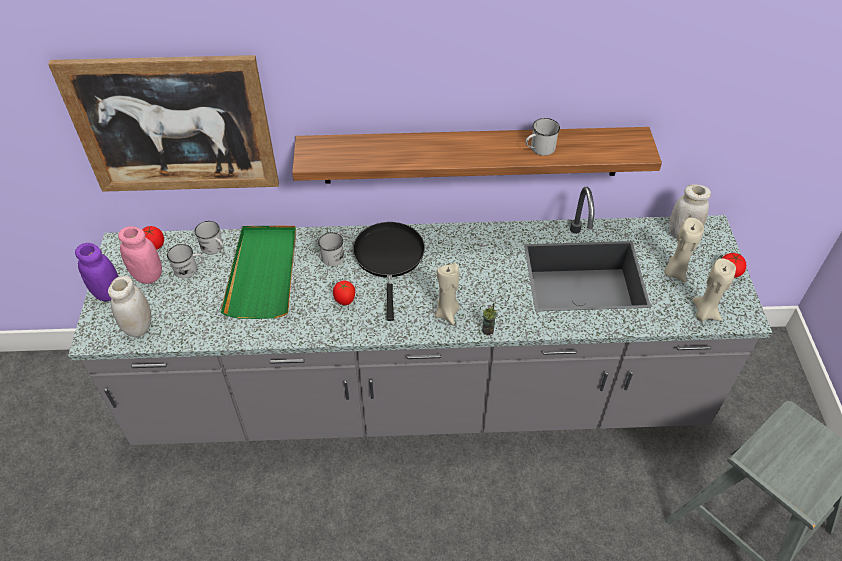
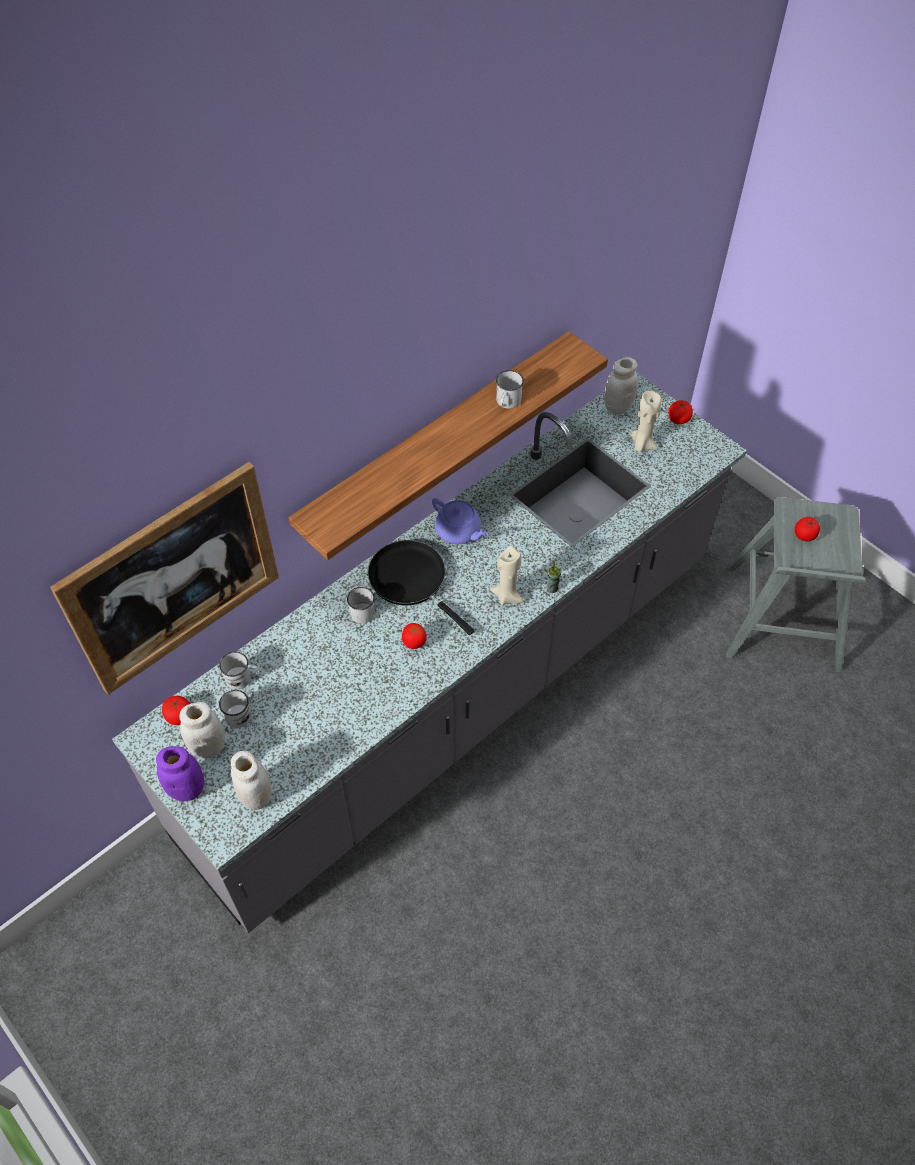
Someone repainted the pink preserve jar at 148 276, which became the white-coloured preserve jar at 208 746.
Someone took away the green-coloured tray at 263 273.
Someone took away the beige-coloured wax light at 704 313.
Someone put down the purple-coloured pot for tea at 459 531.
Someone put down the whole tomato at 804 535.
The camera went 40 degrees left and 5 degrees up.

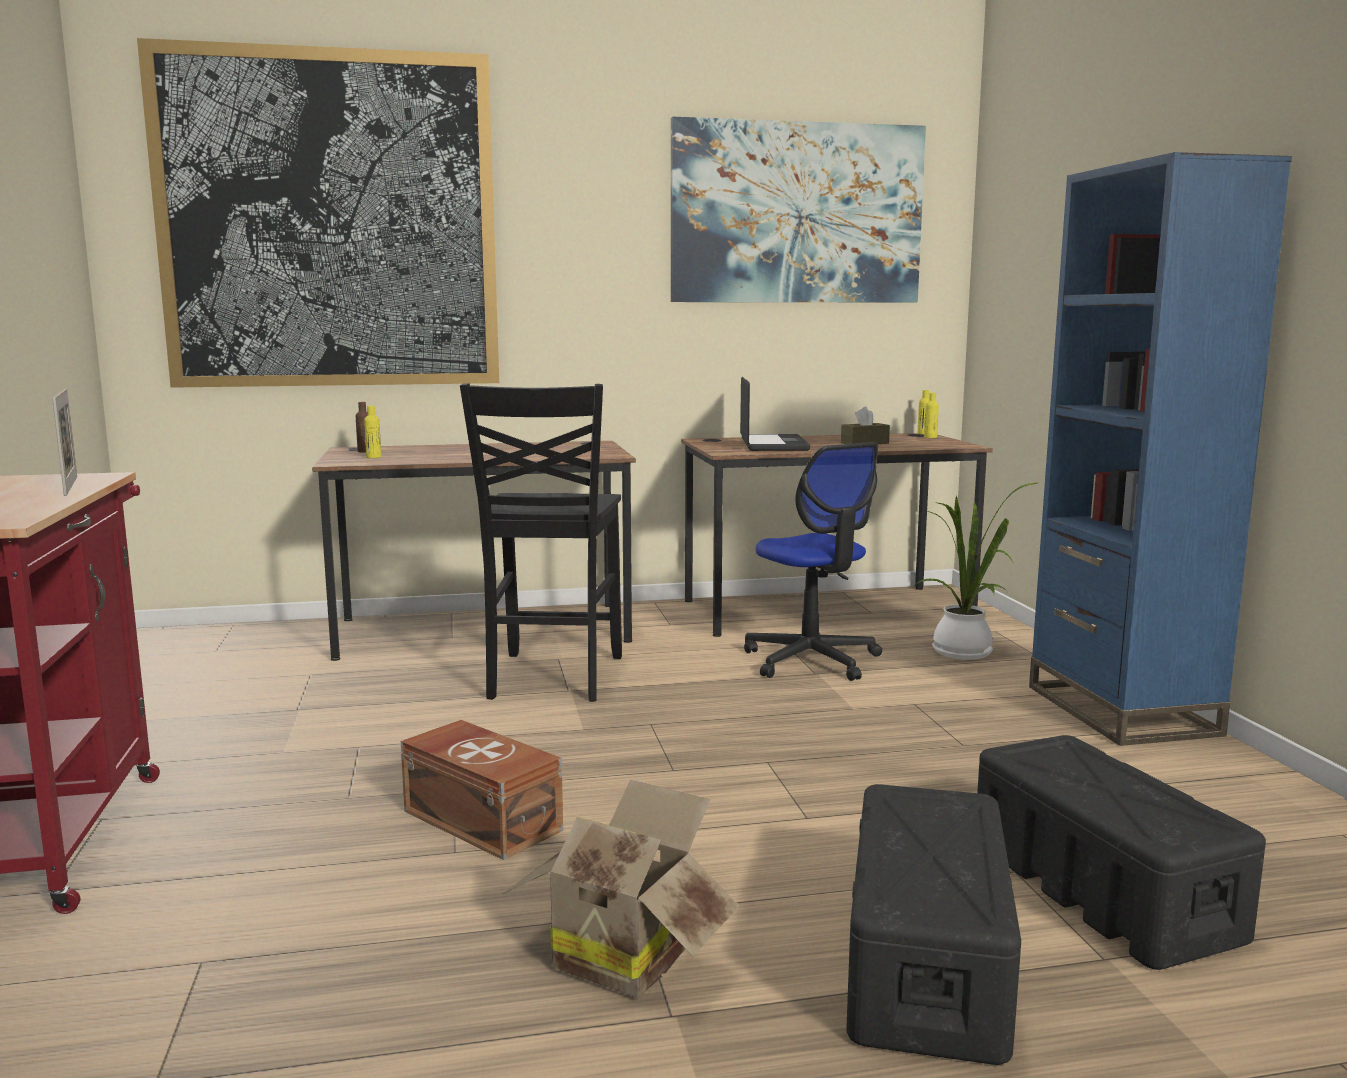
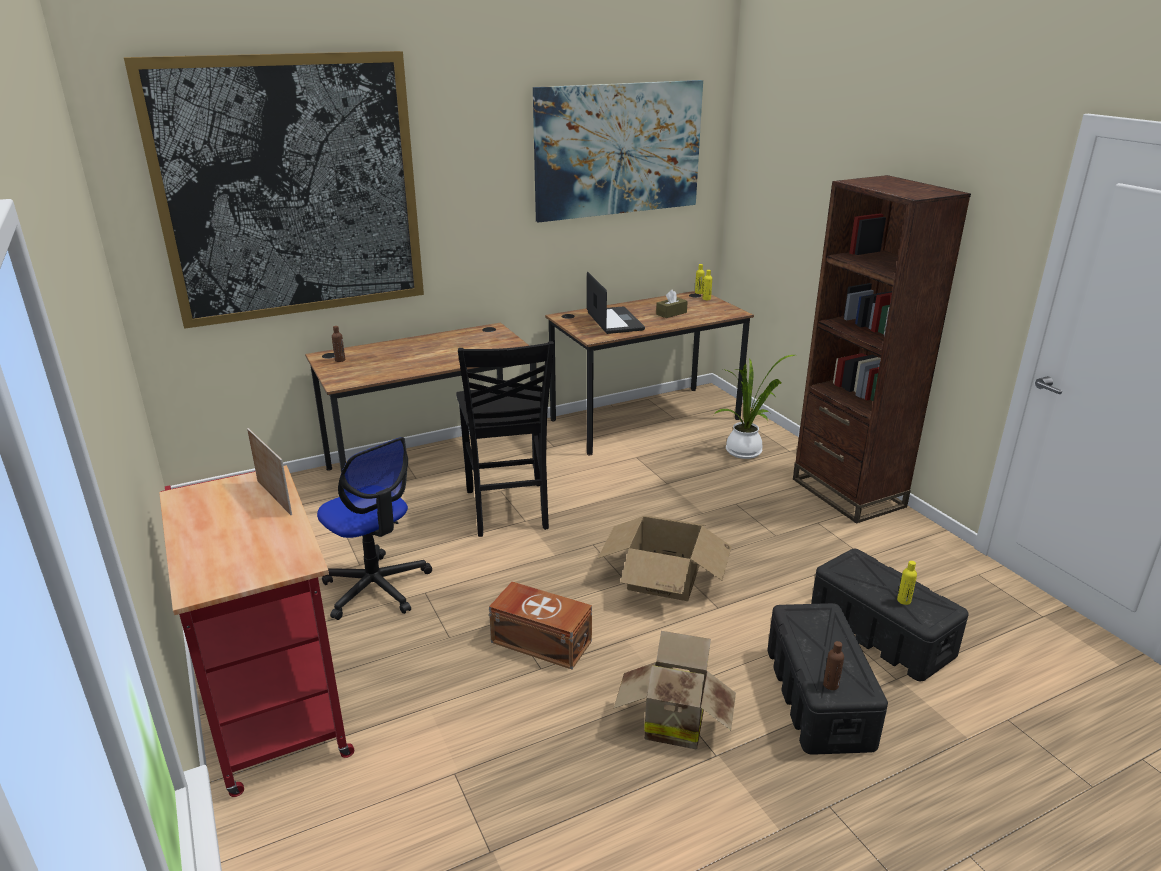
Someone carried the yellowish drink bottle from 373 457 to 904 600.
Someone carried the office chair from 812 660 to 376 587.
Someone repainted the bluish bookshelf at 1121 710, which became the brown-coloured bookshelf at 847 493.
Someone put down the packing box at 664 577.
Someone put down the brown-coloured drink bottle at 830 685.
The camera went 15 degrees left and 15 degrees up.

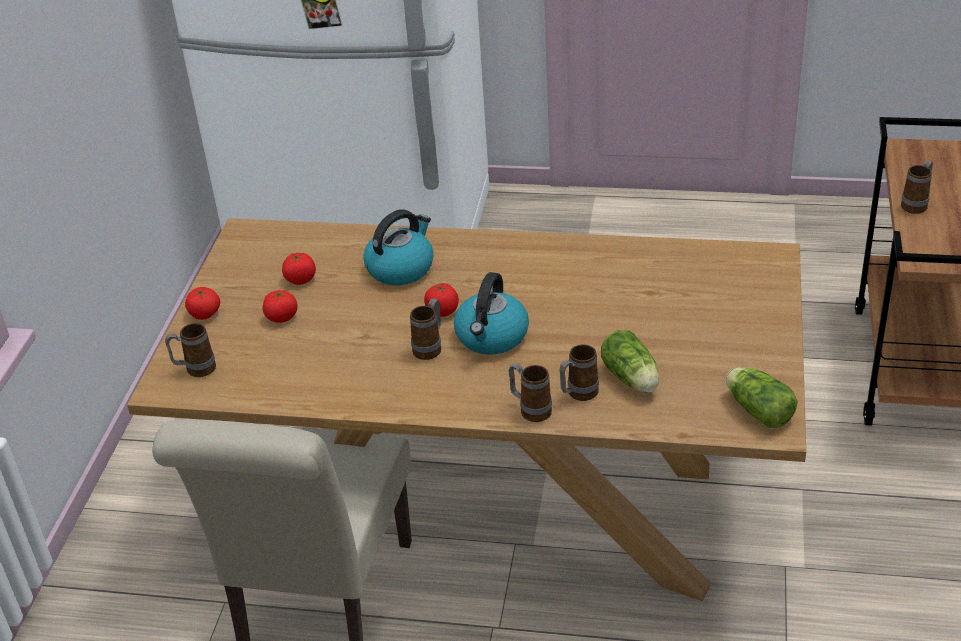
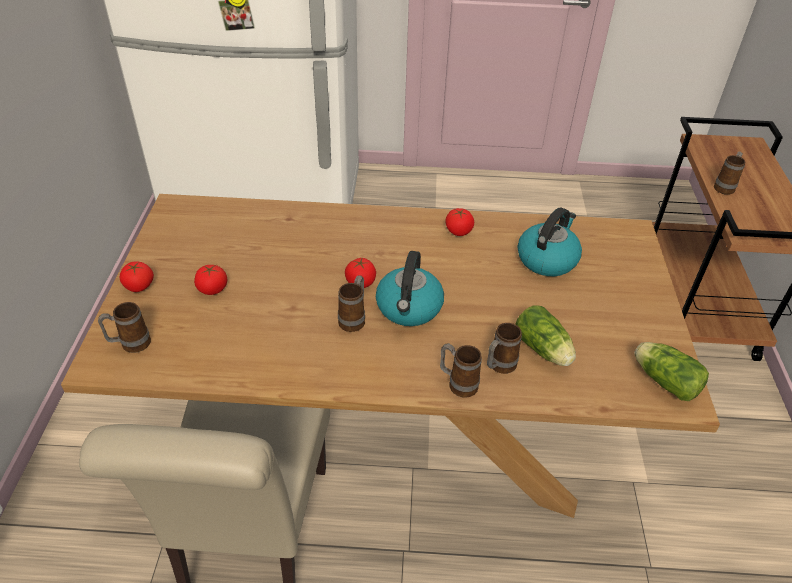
Someone carried the whole tomato from 300 279 to 458 231.
Someone carried the tea kettle from 401 268 to 547 259.
The camera went 10 degrees left and 5 degrees up.

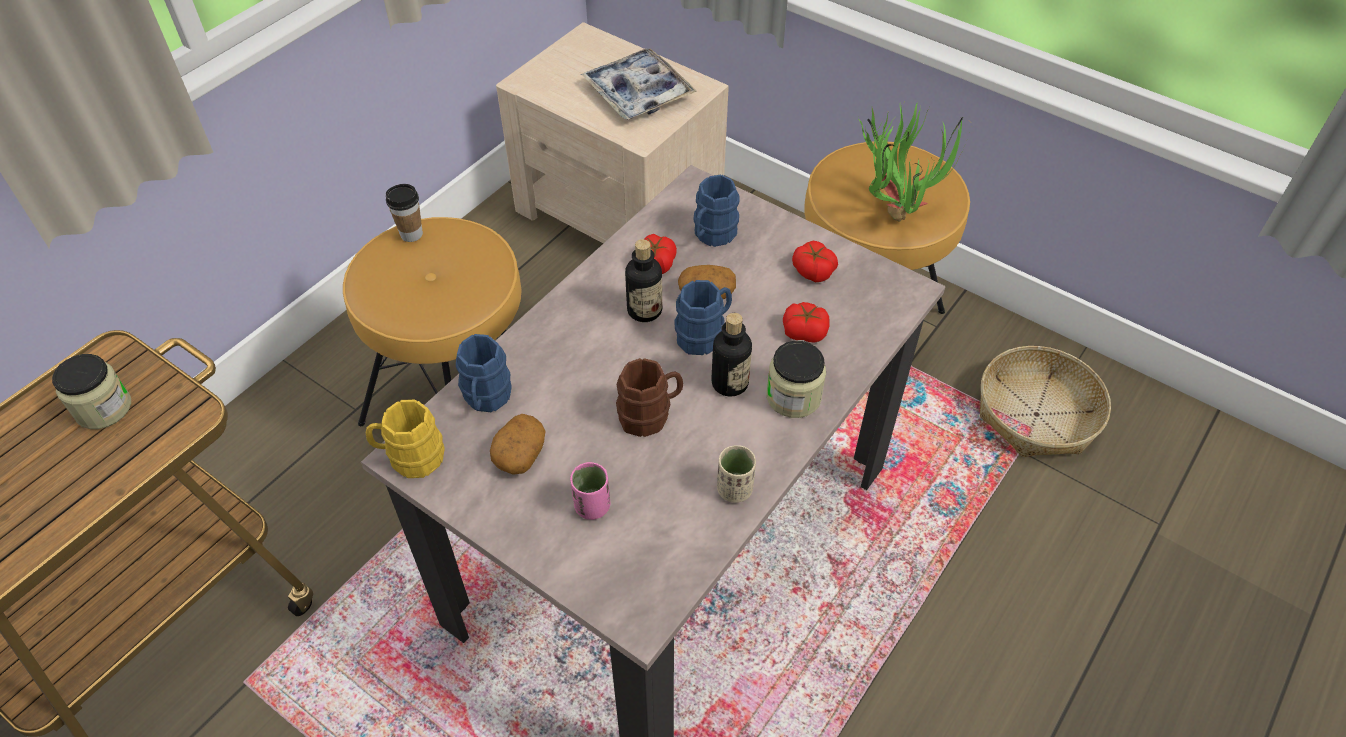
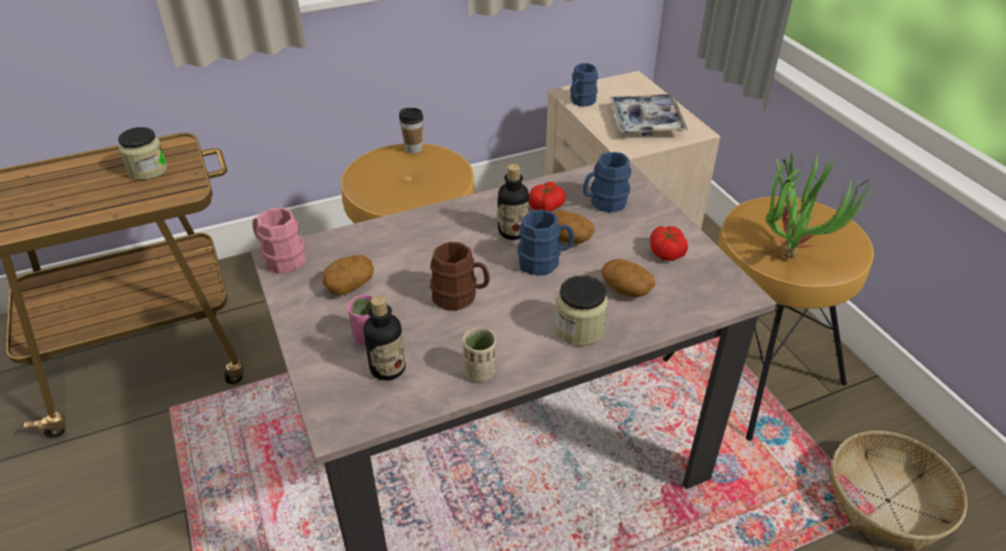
Someone repainted the yellowish mug at 410 457, which became the pink mug at 280 259.
Someone carried the bluish mug from 486 398 to 581 101.
Someone carried the drink bottle from 730 383 to 388 368.
Someone swapped the whole tomato at 804 331 for the spud at 625 289.
The camera went 30 degrees right and 10 degrees down.

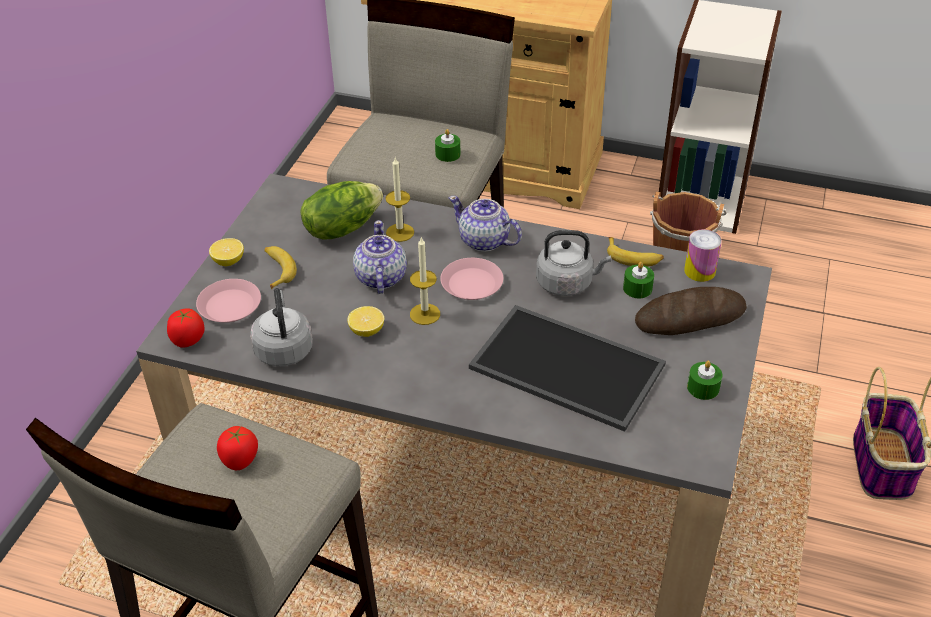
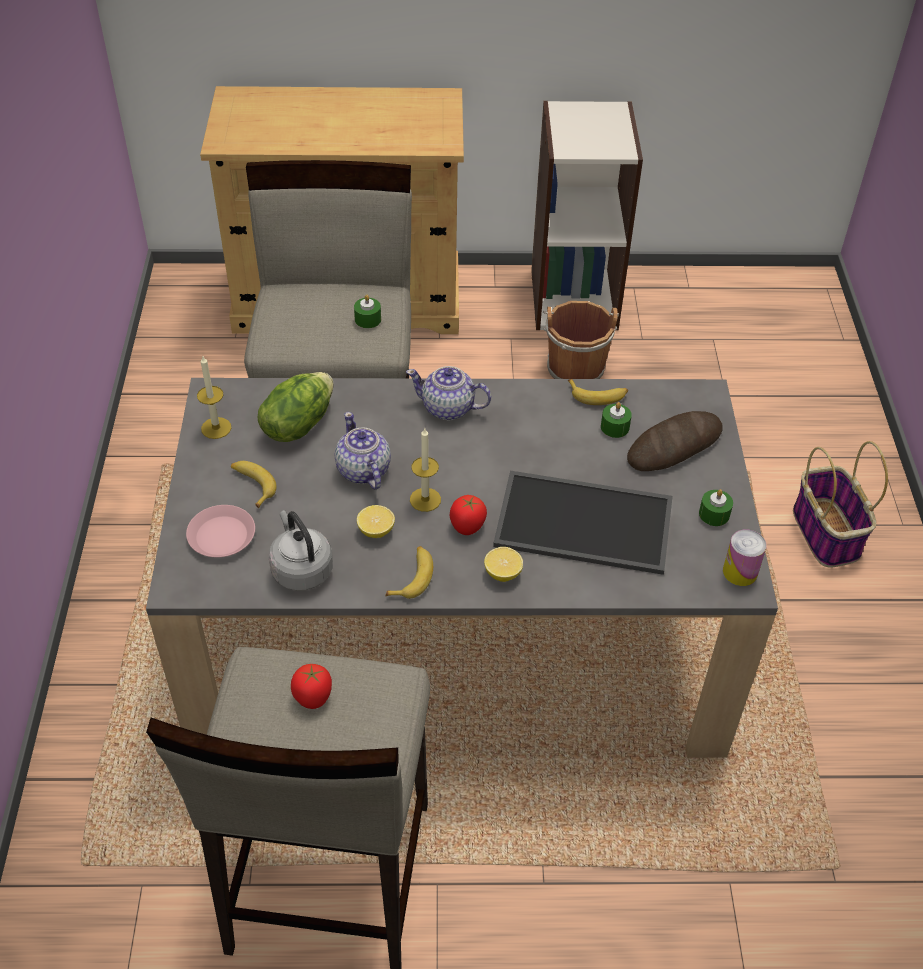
Someone carried the whole tomato from 188 340 to 467 526.
Someone carried the lemon from 228 261 to 502 573.
Someone carried the wax light from 400 232 to 216 428.
Someone took away the pink plate at 471 284.
Someone took away the greyish tea kettle at 567 283.
Someone carried the can from 699 271 to 740 572.
Someone put down the whole banana at 412 577.
The camera went 20 degrees left and 5 degrees up.

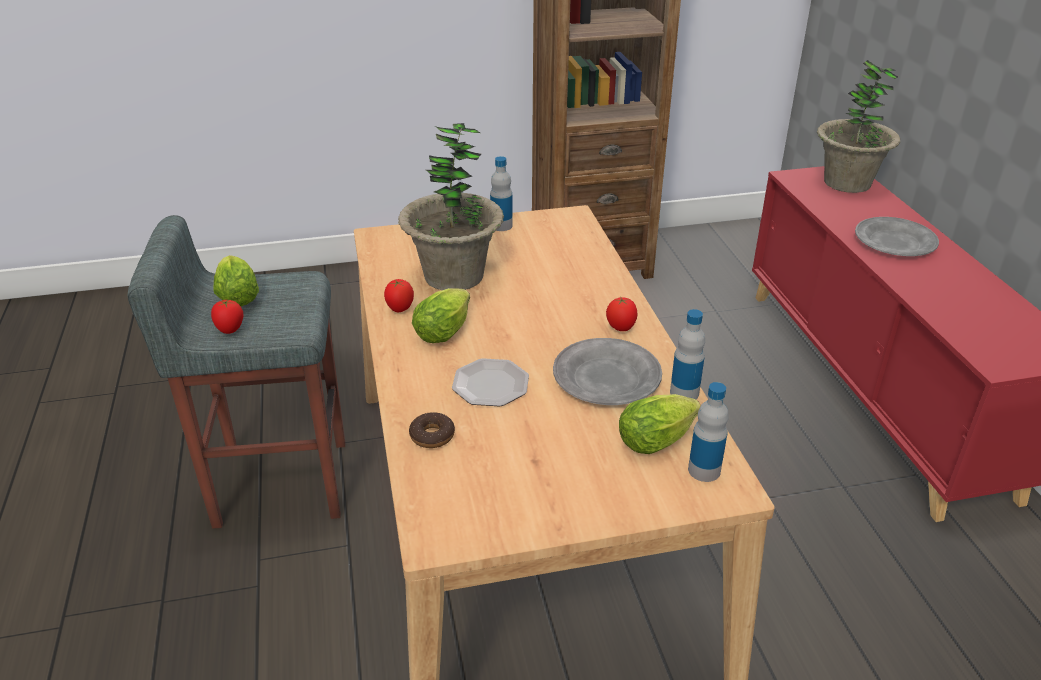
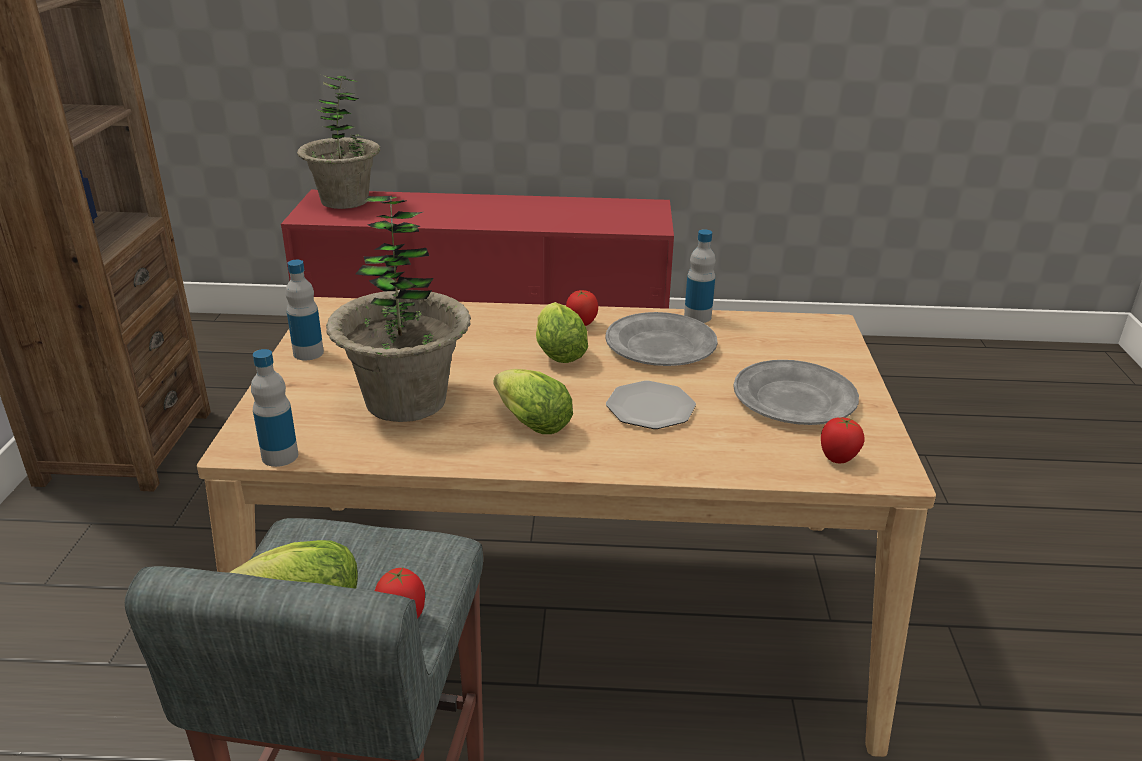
Someone carried the whole tomato from 400 309 to 837 459.
Someone took away the doughnut at 432 436.
Someone carried the lettuce head from 659 439 to 558 351.
Someone carried the drink bottle from 704 470 to 280 456.
Someone carried the greyish plate from 894 241 to 793 399.
The camera went 75 degrees left and 5 degrees down.

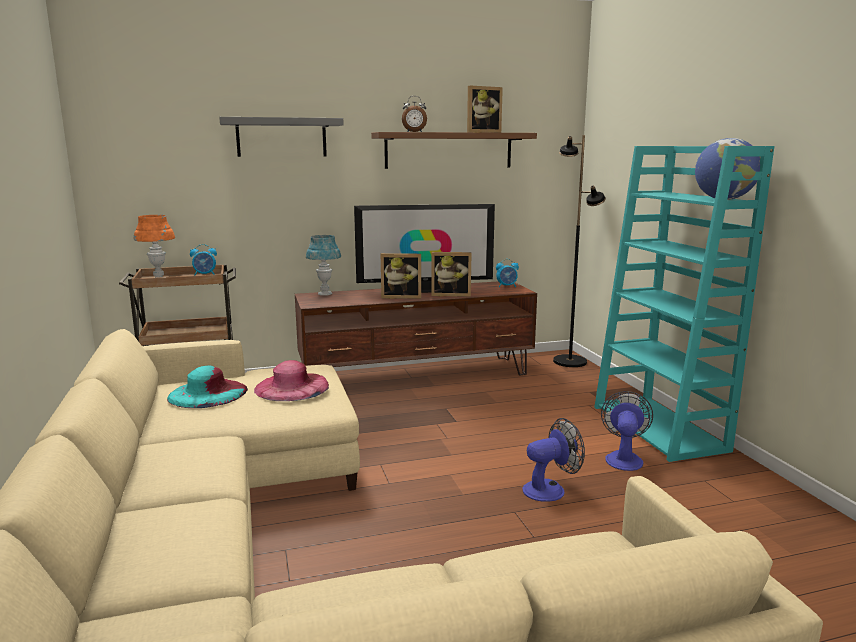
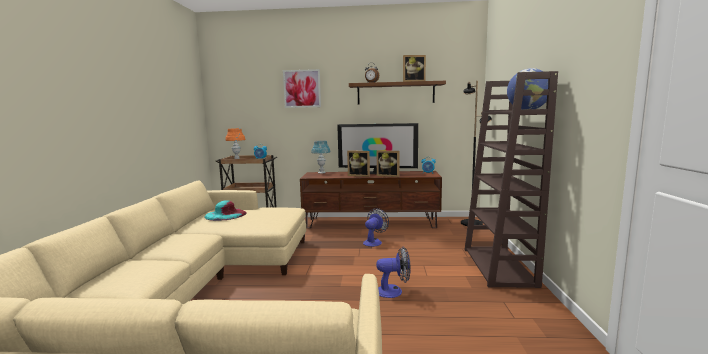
Someone swapped the greyish bracket shelf at 281 137 for the picture at 302 88.
Someone took away the pink hat at 292 387.
Someone repainted the turquoise-coloured bookshelf at 660 428, which became the brown-coloured bookshelf at 499 267.
Someone carried the cooling fan from 623 458 to 374 242.
The camera went 20 degrees right and 5 degrees down.

